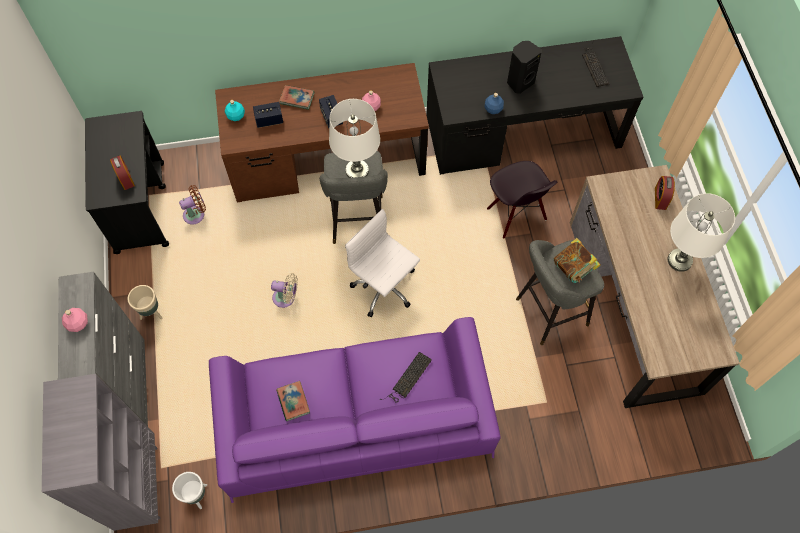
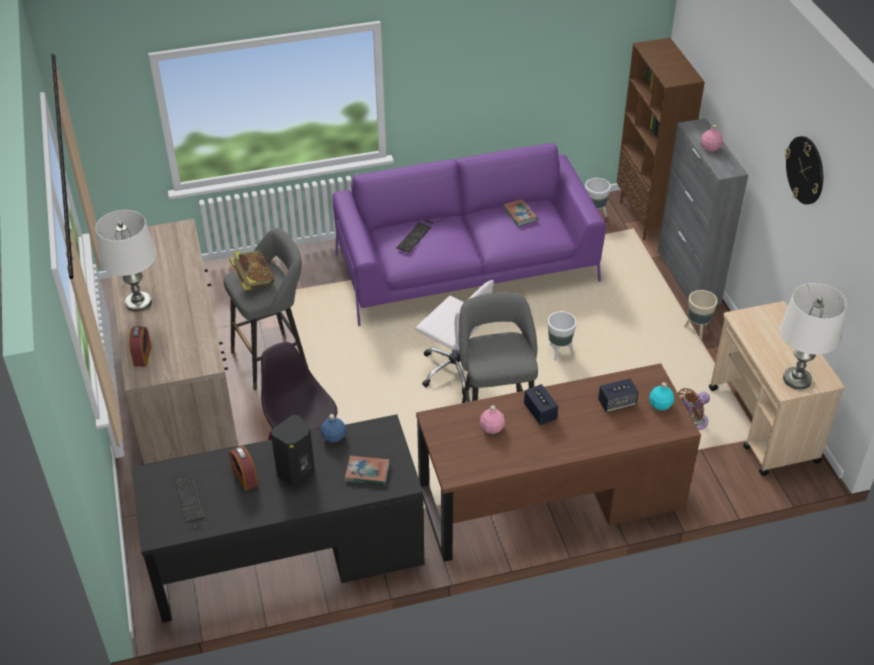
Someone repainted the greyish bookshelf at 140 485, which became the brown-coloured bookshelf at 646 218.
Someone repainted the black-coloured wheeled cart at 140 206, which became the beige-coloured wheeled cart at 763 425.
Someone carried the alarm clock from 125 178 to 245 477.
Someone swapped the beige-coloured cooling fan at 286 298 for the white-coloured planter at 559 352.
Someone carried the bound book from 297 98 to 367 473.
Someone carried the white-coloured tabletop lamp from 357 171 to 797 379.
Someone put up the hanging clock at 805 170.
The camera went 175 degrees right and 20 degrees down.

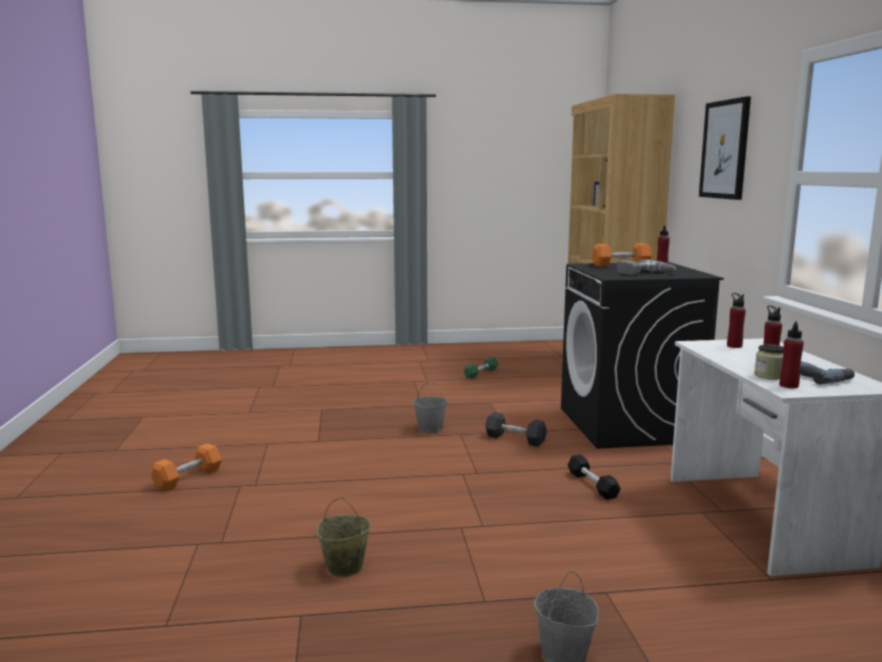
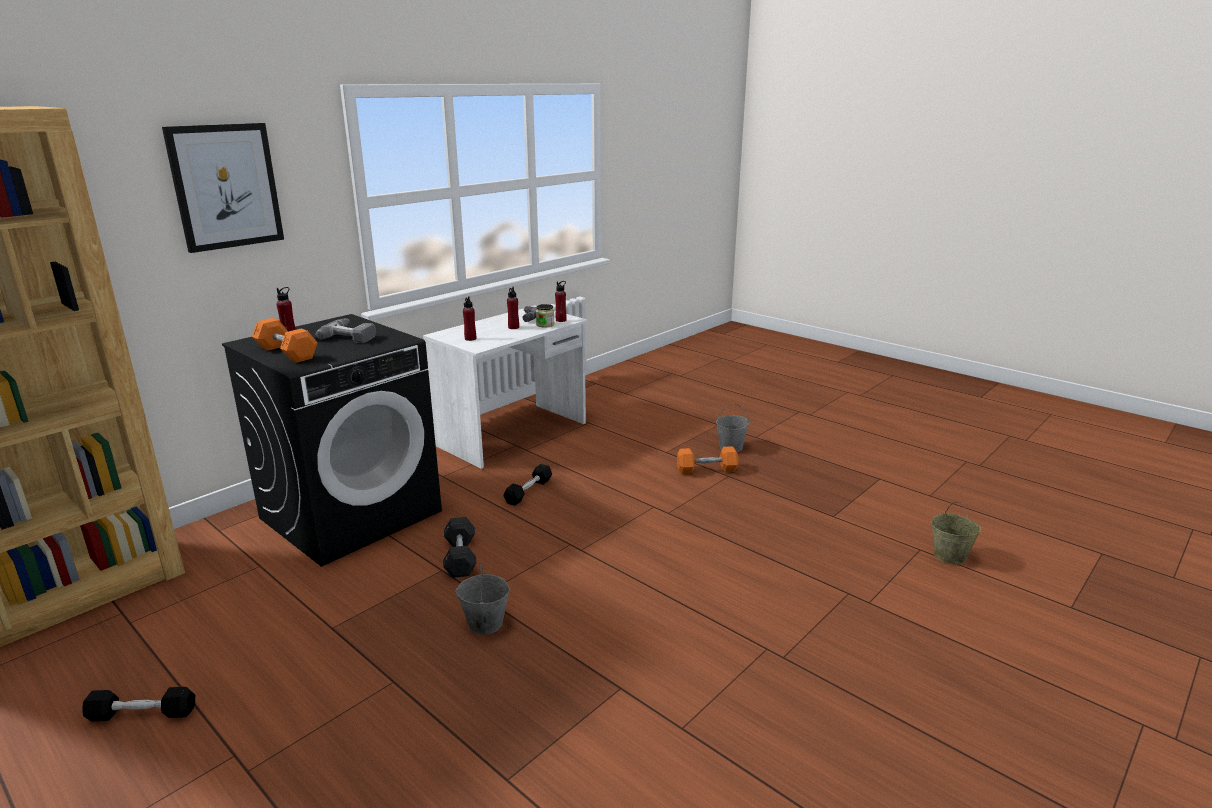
Someone carried the orangey hand weight from 188 478 to 706 470.
Someone carried the beige-coloured pail from 344 567 to 950 556.
Someone repainted the green-coloured hand weight at 481 373, which became the black-coloured hand weight at 142 714.
The camera went 130 degrees left and 10 degrees up.

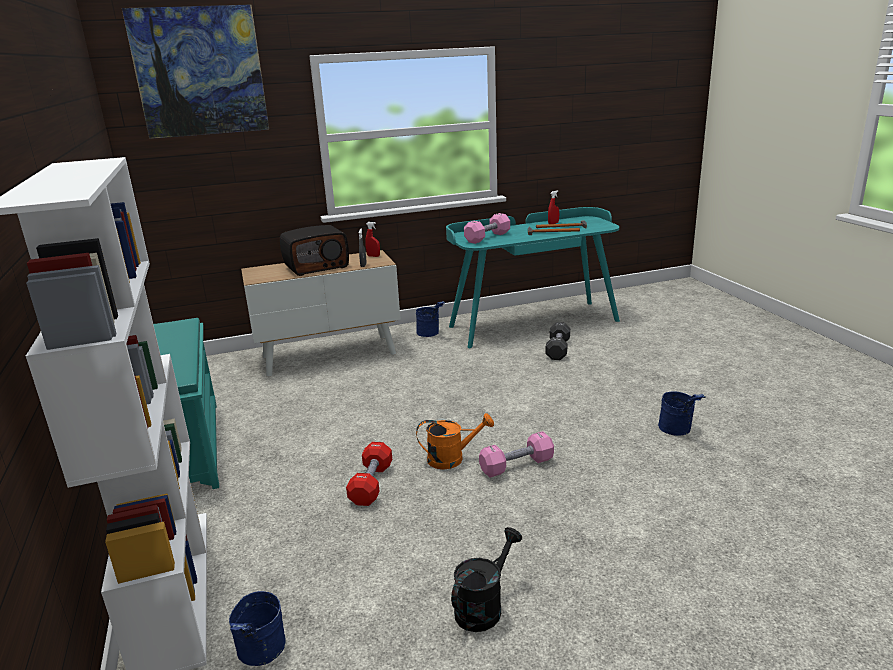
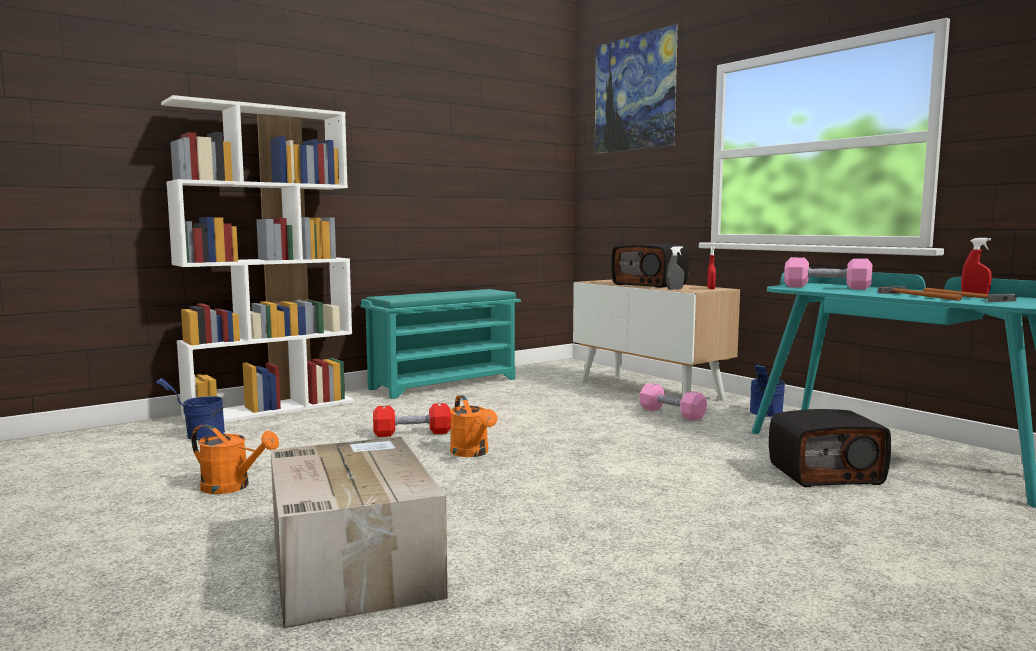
Someone repainted the black-coloured sprinkling can at 483 606, which became the orangey sprinkling can at 232 487.
Someone carried the pink hand weight from 516 465 to 671 413.
Someone swapped the black-coloured hand weight at 558 349 for the radio set at 825 474.
Someone took away the bluish pail at 678 430.
Someone put down the packing box at 352 563.
The camera went 70 degrees right and 15 degrees down.

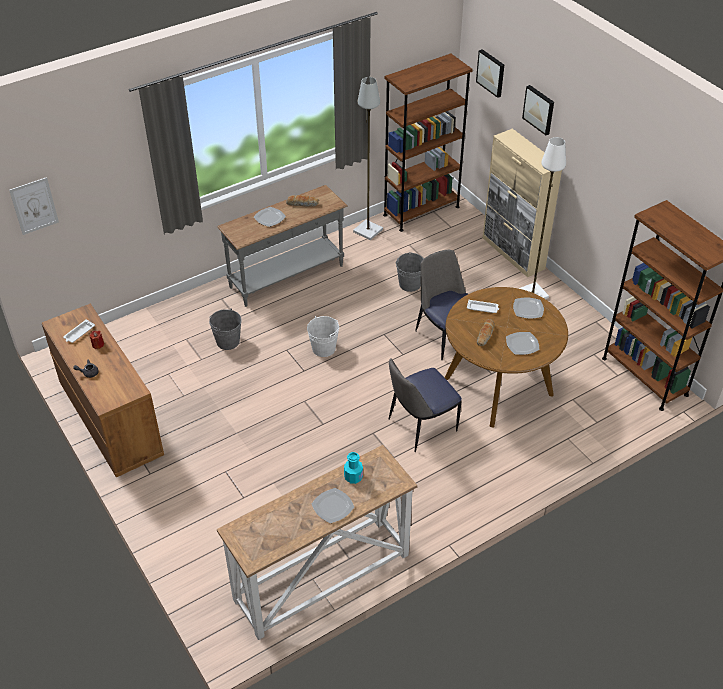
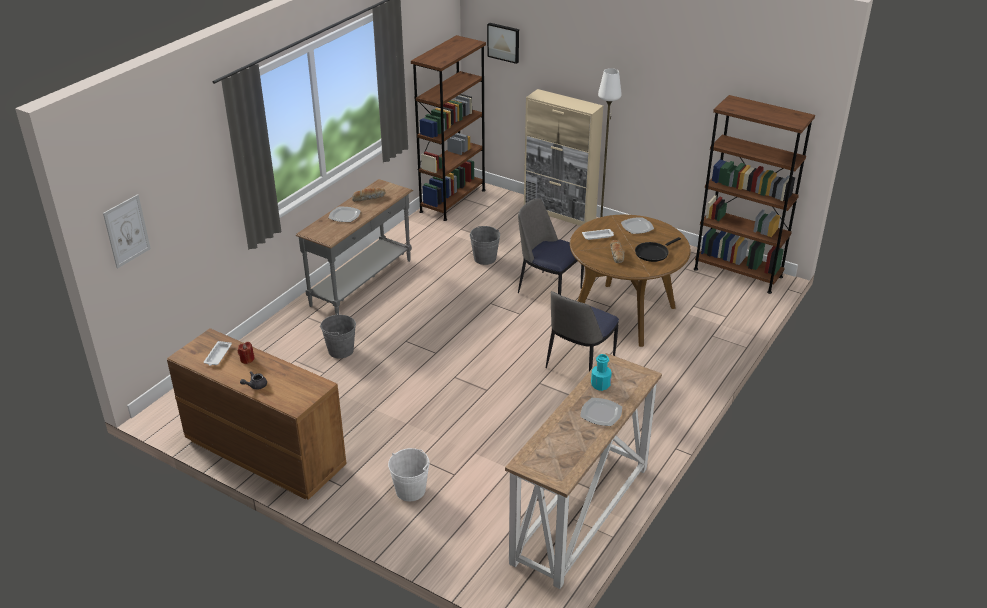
Someone carried the white-coloured pail from 323 348 to 410 490.
Someone took away the greyish standing lamp at 367 231.
Someone swapped the plate at 522 344 for the black-coloured pan at 653 253.
Someone took away the picture at 539 109.
The camera went 25 degrees left and 10 degrees down.

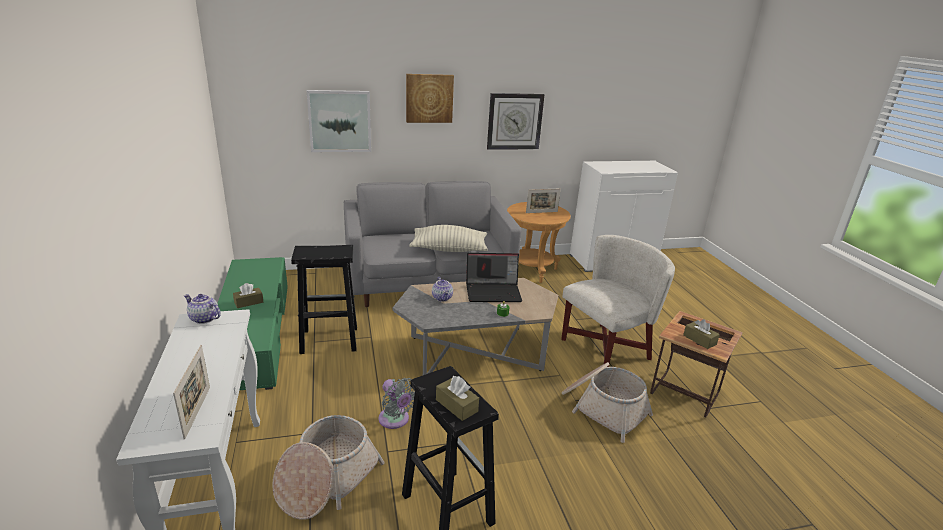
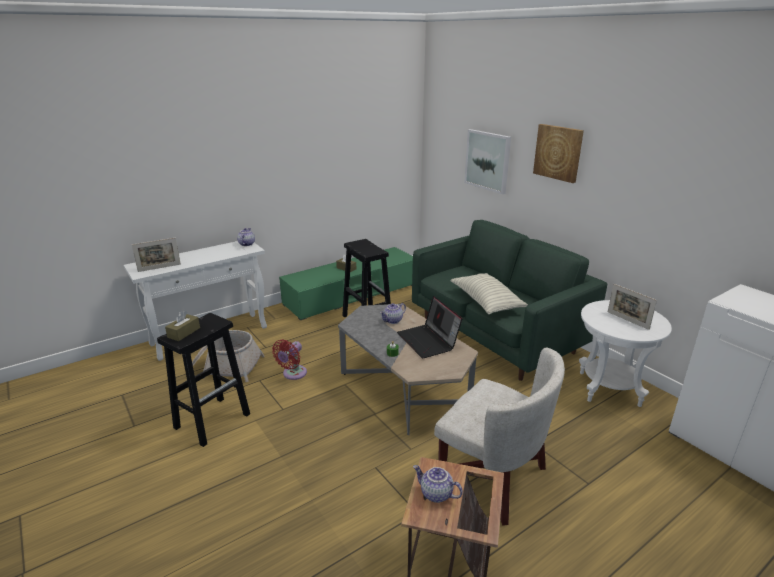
Someone repainted the greyish sofa at 428 283, which became the green-coloured sofa at 495 335.
Someone repainted the greyish cooling fan at 395 420, which became the red-coloured cooling fan at 293 374.
Someone took away the hanging clock at 514 121.
Someone repainted the brown-coloured side table at 532 270, which became the white-coloured side table at 609 388.
Someone took away the storage basket at 603 408.
Someone swapped the brown-coloured box of tissues at 699 340 for the pot for tea at 435 494.
The camera went 70 degrees right and 0 degrees up.

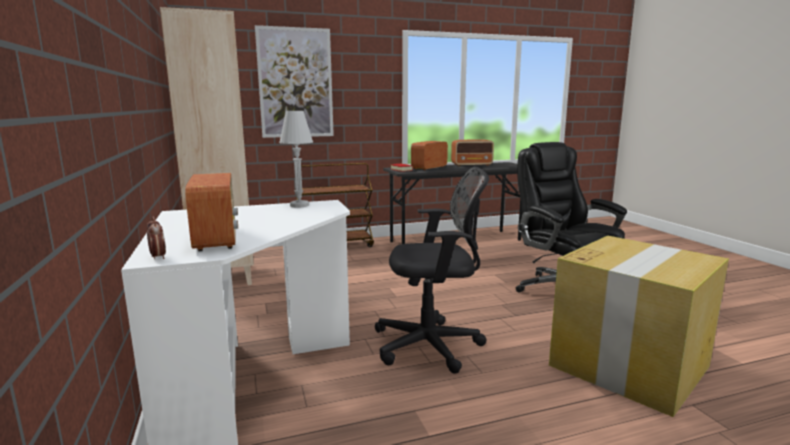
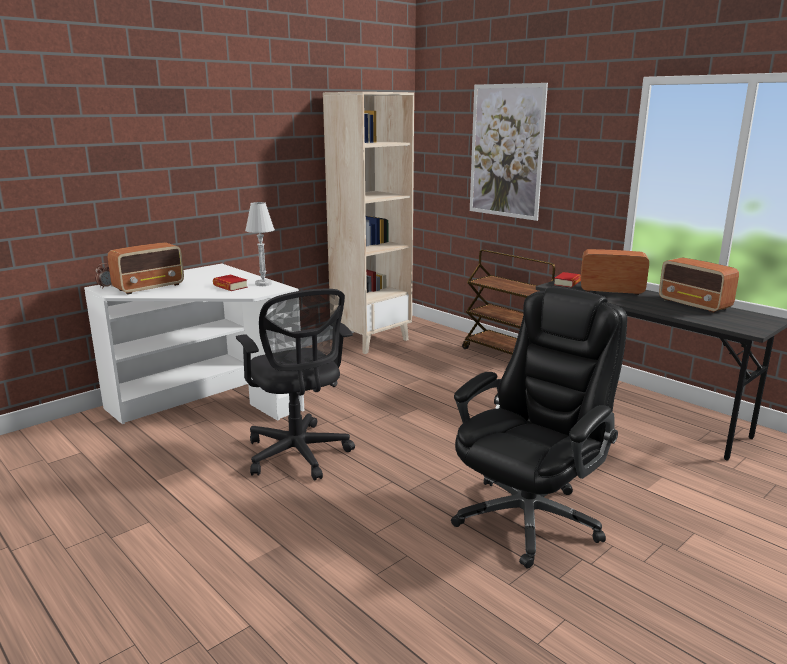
Someone took away the packing box at 629 365.
Someone put down the bound book at 230 286.
The camera went 65 degrees right and 5 degrees up.

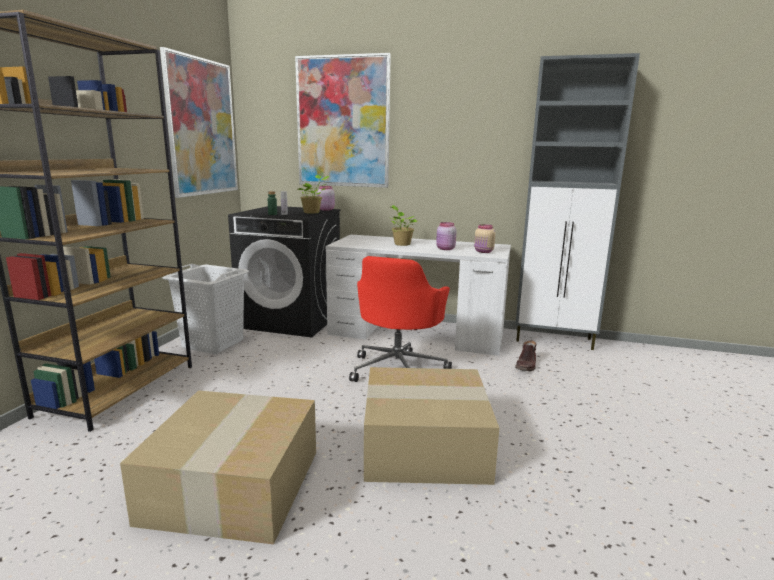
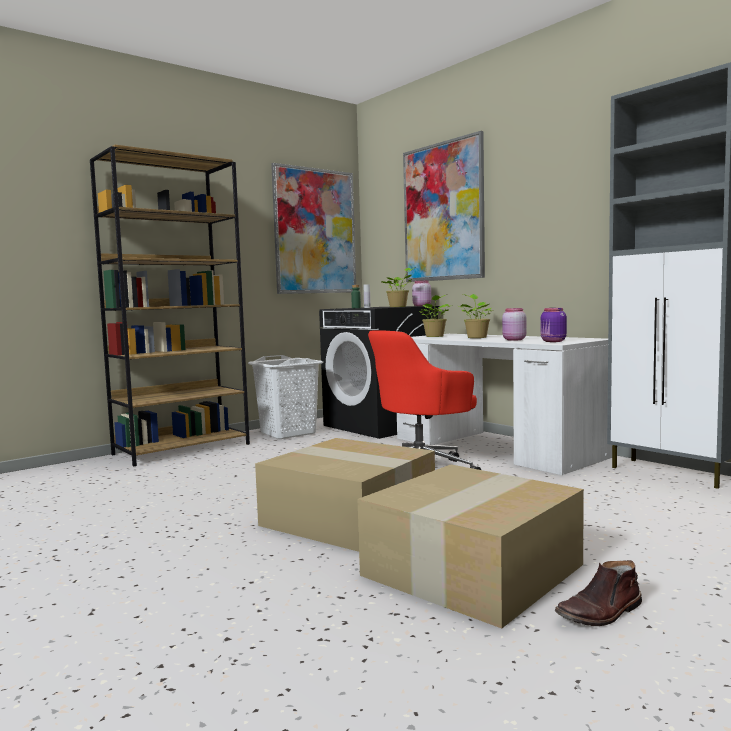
Someone carried the packing box from 234 487 to 473 571.
Someone repainted the beige-coloured preserve jar at 483 252, which became the purple-coloured preserve jar at 553 341.
Someone carried the brown-coloured high-top boot from 526 365 to 600 613.
Someone put down the plant in a pot at 435 336.
The camera went 35 degrees right and 10 degrees down.

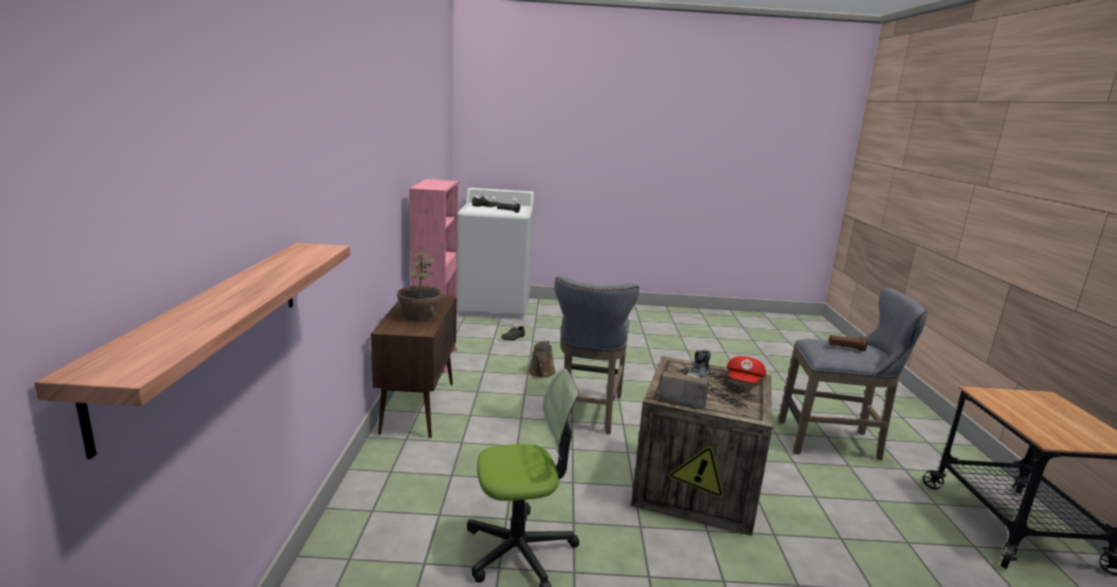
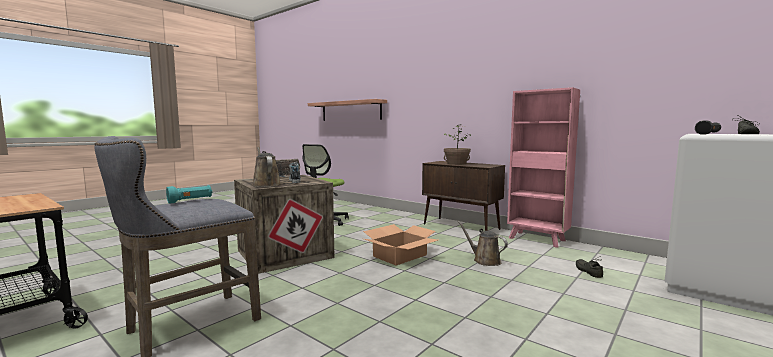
Someone swapped the greyish sitting stool at 587 413 for the packing box at 400 256.
Someone swapped the red-coloured baseball cap at 744 382 for the brown-coloured sprinkling can at 265 184.
Someone repainted the brown-coloured hand torch at 845 348, which became the turquoise-coloured hand torch at 190 201.
The camera went 130 degrees right and 10 degrees down.

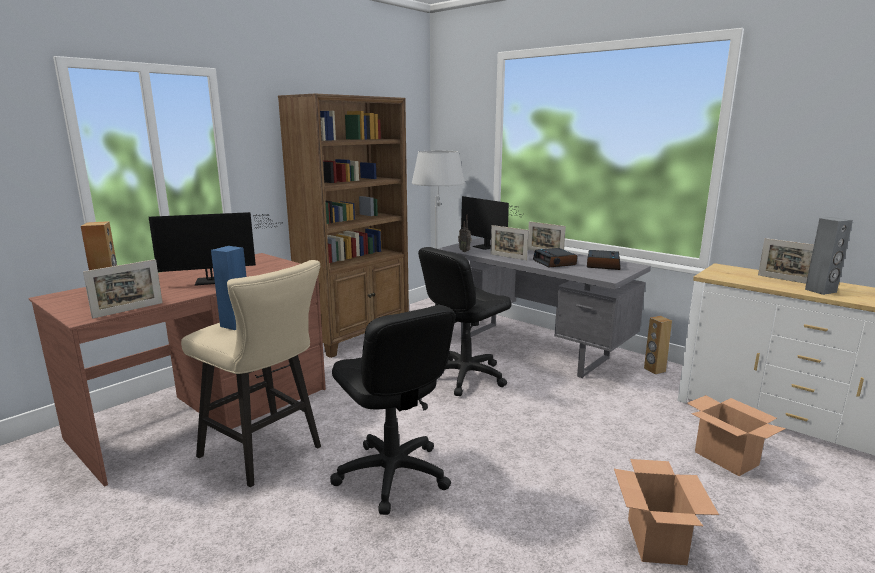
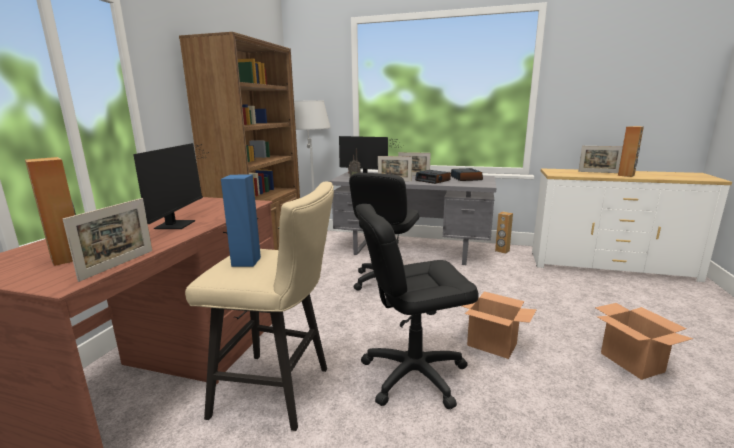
Someone rotated the computer screen at 214 281 by 45 degrees counterclockwise.
Someone rotated the black-coloured office chair at 392 475 by 135 degrees clockwise.
Someone carried the packing box from 725 458 to 491 344.
Someone repainted the greyish audio speaker at 821 291, which became the brown-coloured audio speaker at 626 175.
The camera went 25 degrees left and 0 degrees up.

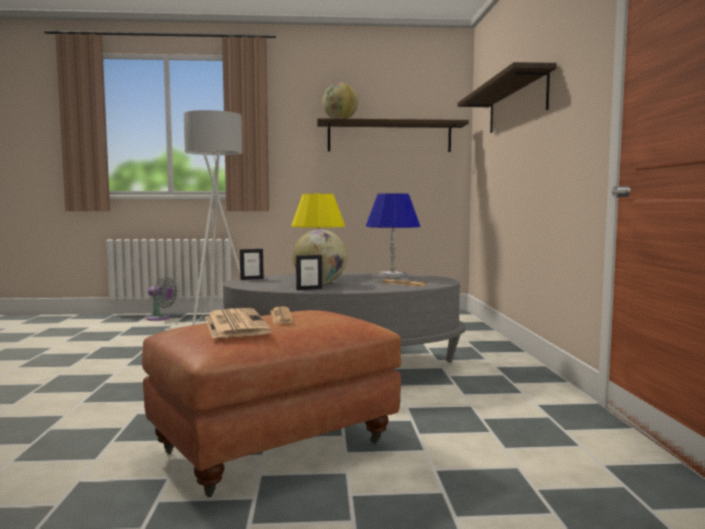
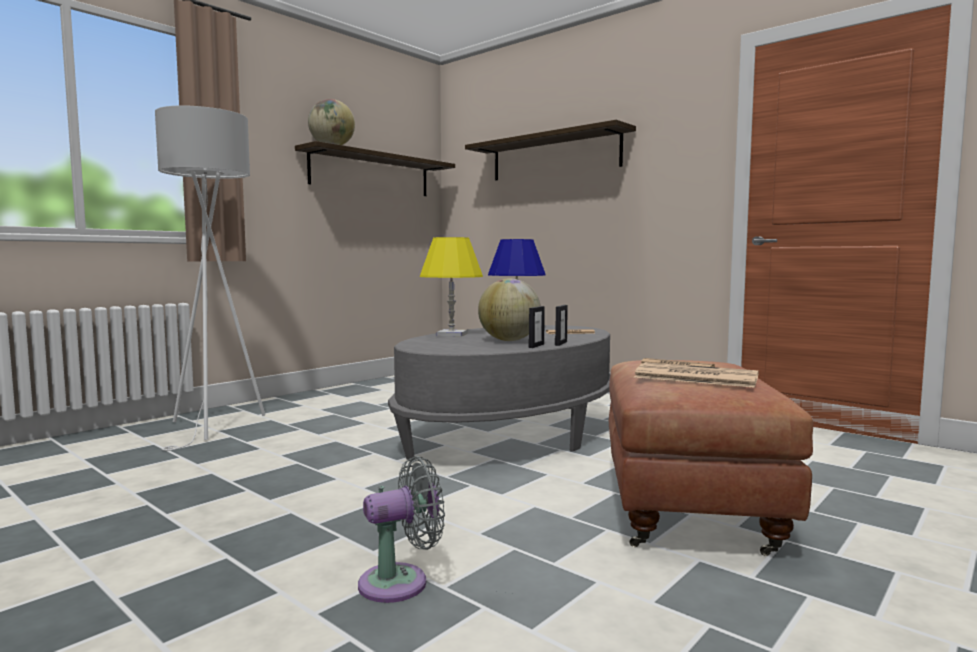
Someone carried the greyish cooling fan from 160 318 to 400 582.
Someone carried the photo frame from 251 279 to 560 343.
The camera went 45 degrees left and 0 degrees up.

